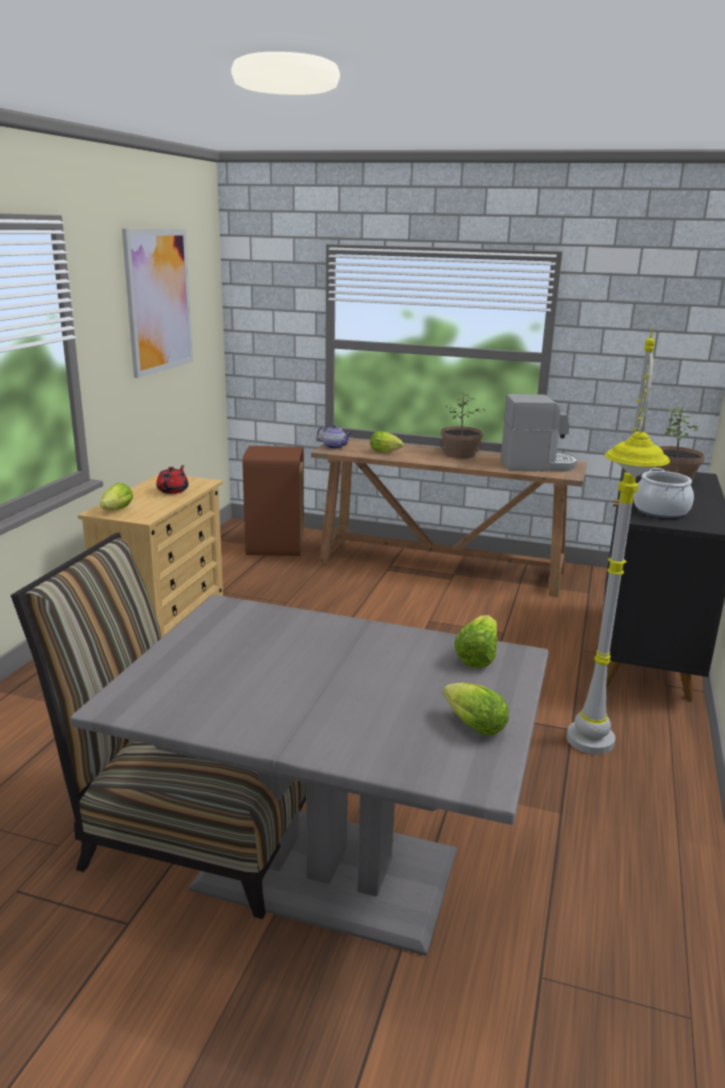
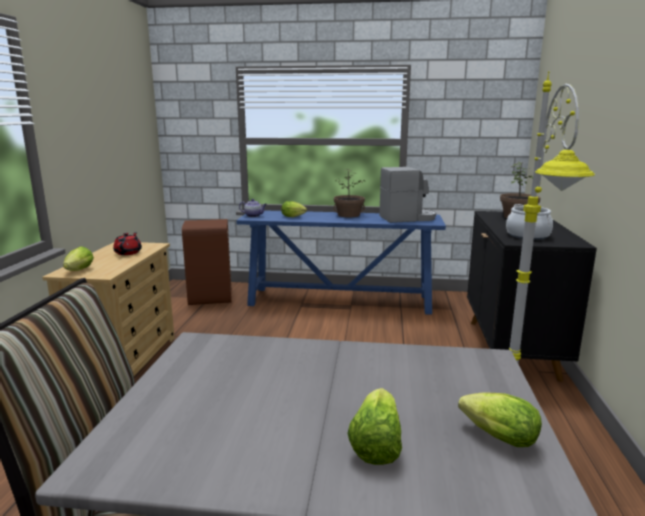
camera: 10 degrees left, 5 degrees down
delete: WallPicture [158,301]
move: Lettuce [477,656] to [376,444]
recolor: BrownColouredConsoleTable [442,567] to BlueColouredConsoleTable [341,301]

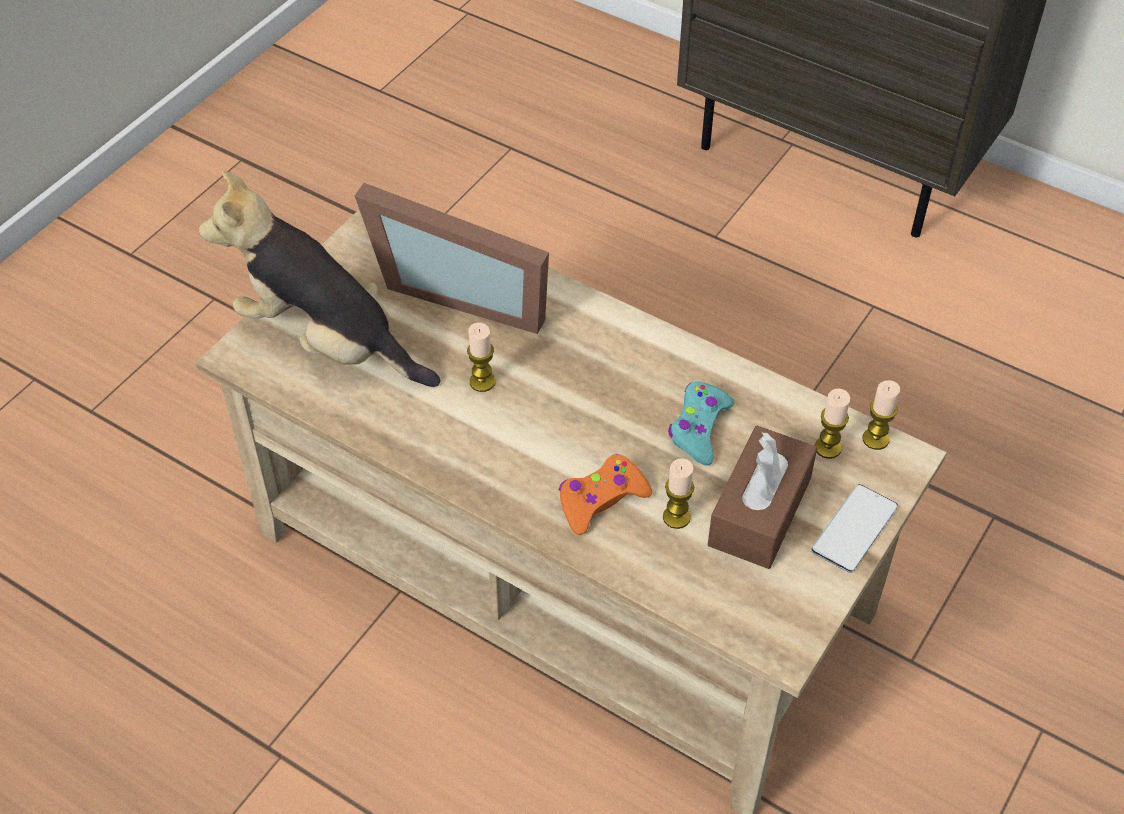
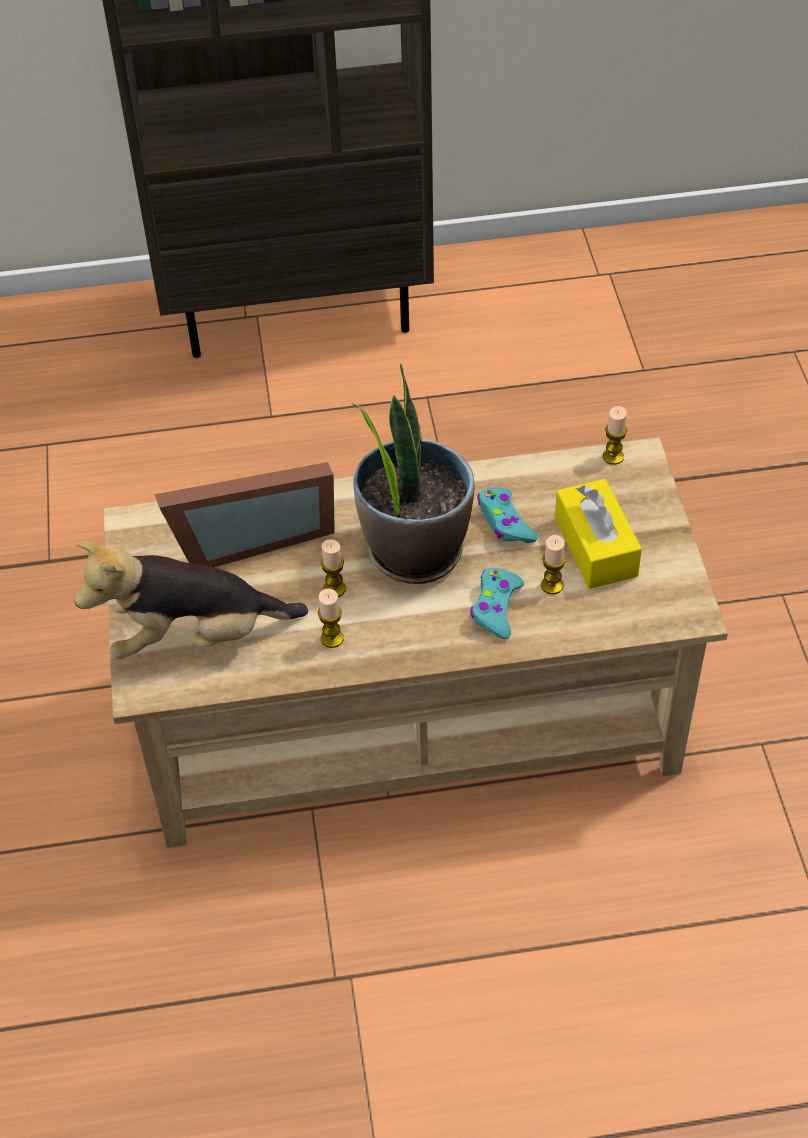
camera: 40 degrees left, 0 degrees up
delete: Telephone [854,529]
insert: Houseplant [414,550]
move: WaxLight [827,448] to [332,638]
recolor: BrownColouredBoxOfTissues [759,512] to YellowishBoxOfTissues [595,547]; OrangeGamepad [601,500] to TurquoiseGamepad [496,608]

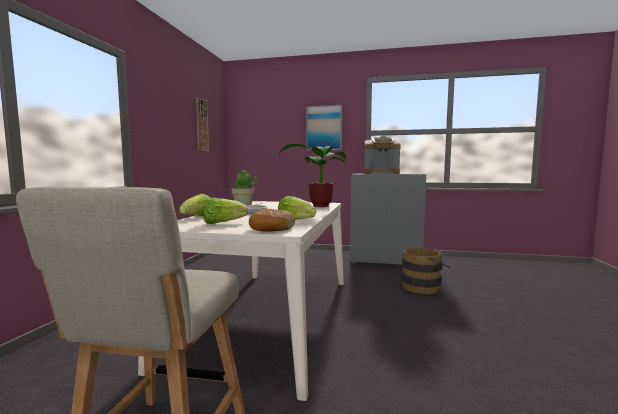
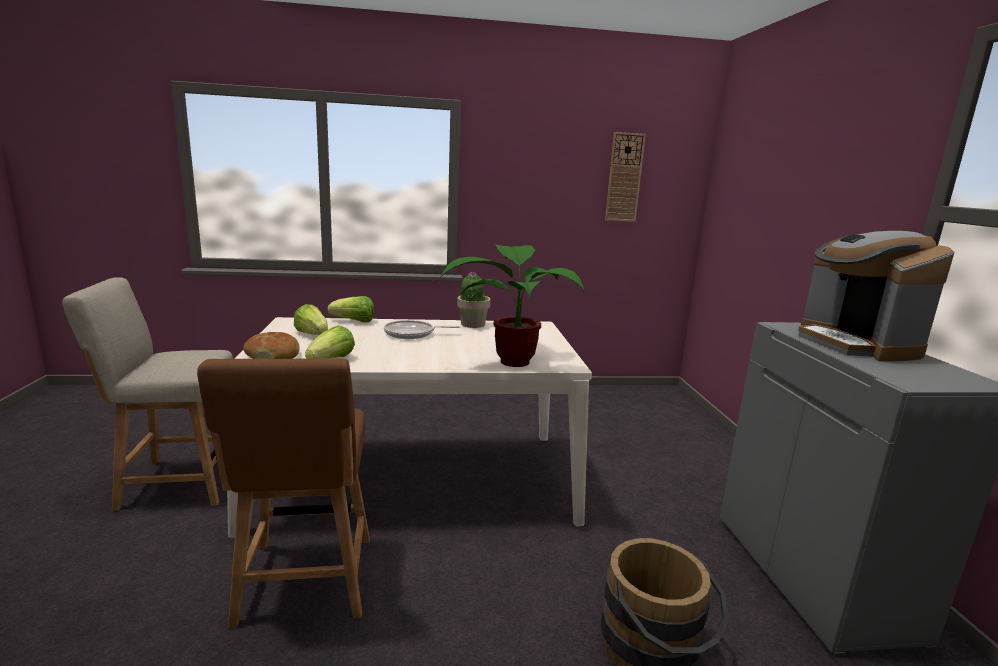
camera: 70 degrees right, 10 degrees up
delete: WallPicture [324,128]
insert: BrownColouredPlainChair [305,584]

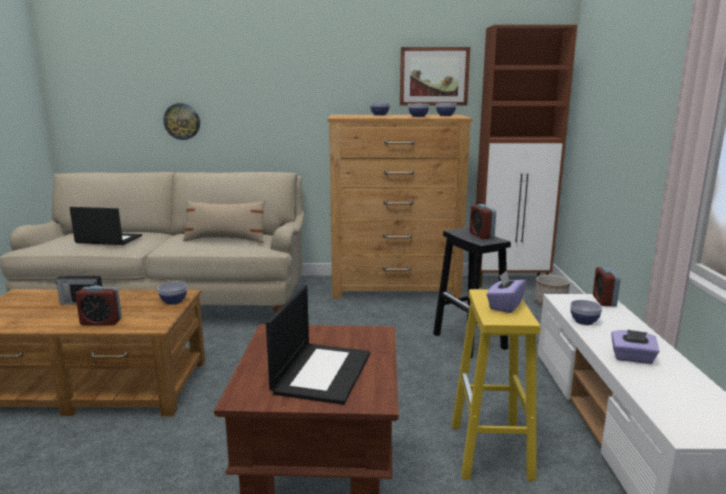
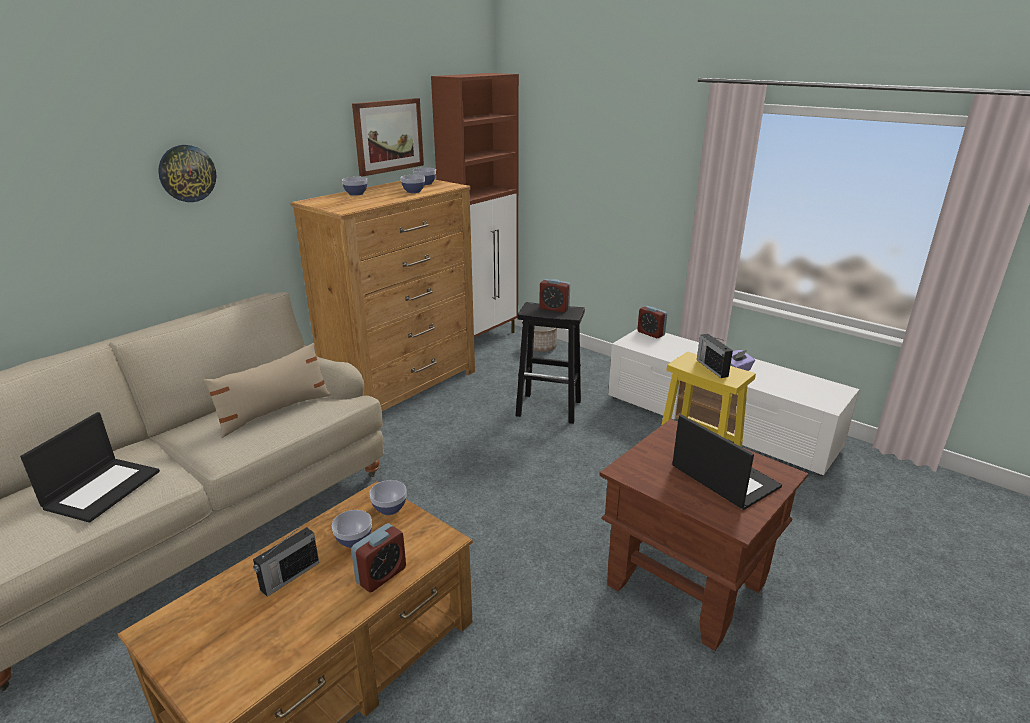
camera: 50 degrees left, 10 degrees up
move: HangingClock [182,121] to [187,173]; ServingBowl [584,321] to [354,540]
replace: PurpleColouredBoxOfTissues [505,305] to RadioReceiver [711,367]
rotate: Laptop [108,240] = [102,489] 150 degrees clockwise

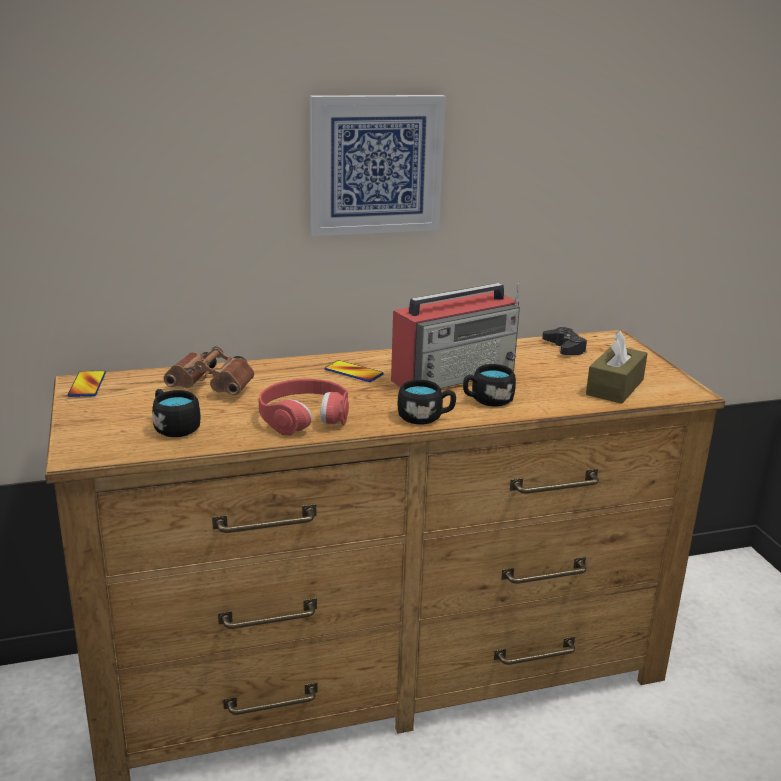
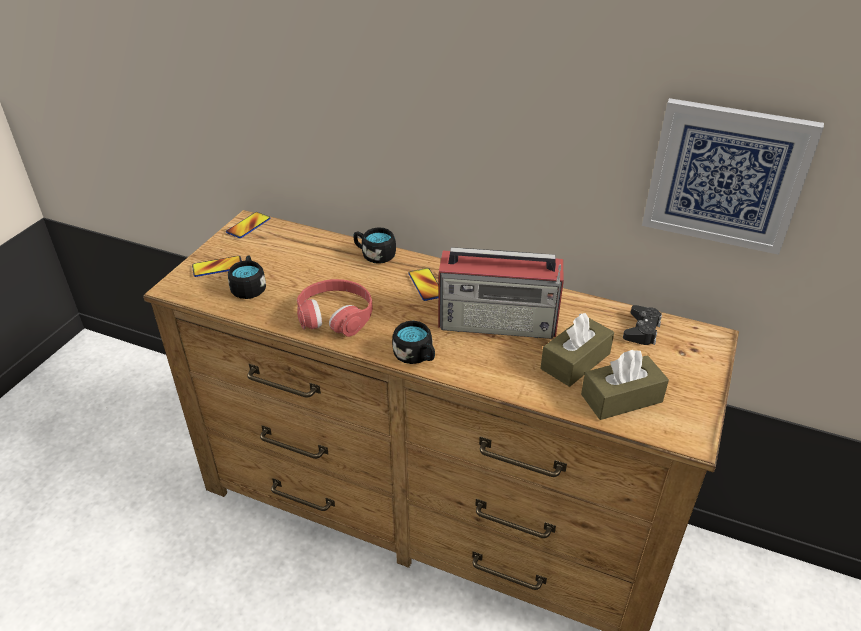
camera: 40 degrees right, 15 degrees up
delete: BrownColouredPairOfBinoculars [214,388]
insert: Telephone [217,267]; BrownColouredBoxOfTissues [575,361]
move: WallPicture [375,164] to [726,176]; BlackColouredTeaMug [487,400] to [374,255]

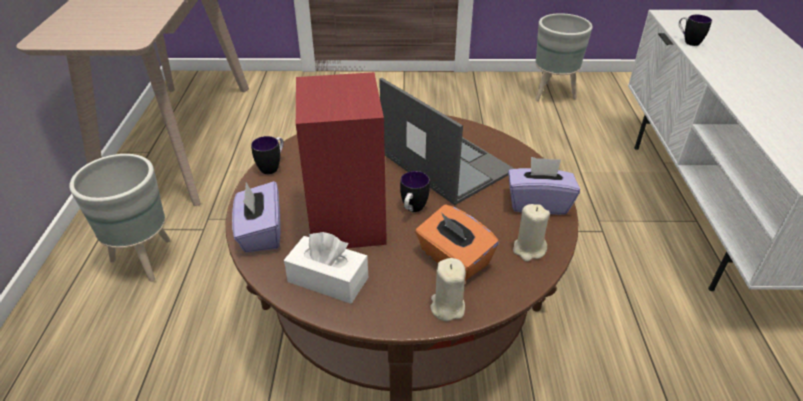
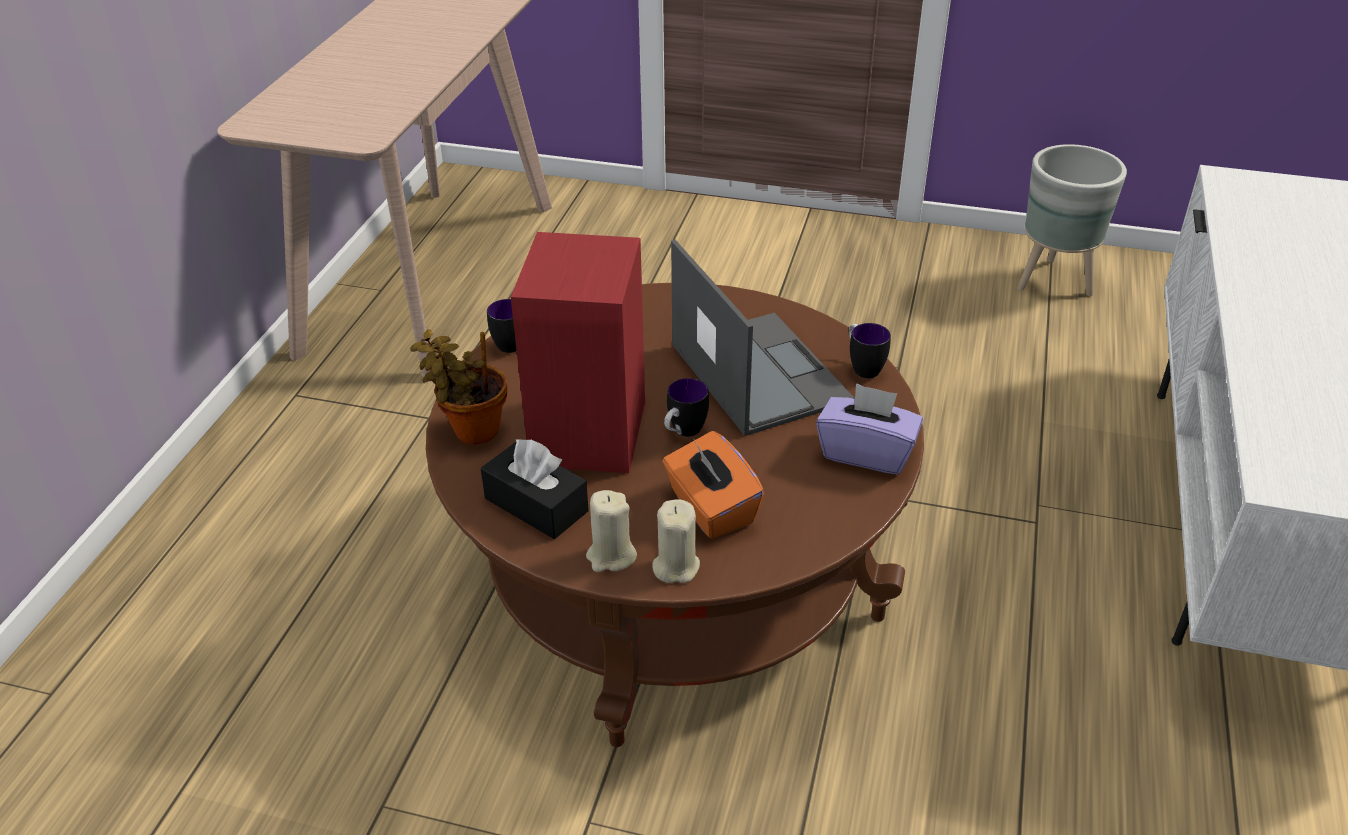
camera: 15 degrees right, 0 degrees up
delete: GreyFlowerPot [144,259]
move: TeaMug [688,41] to [862,367]; SandColouredWaxLight [529,249] to [611,556]
replace: PurpleColouredBoxOfTissues [260,233] to Houseplant [471,430]
recolor: WhitishBoxOfTissues [328,279] to BlackColouredBoxOfTissues [536,505]

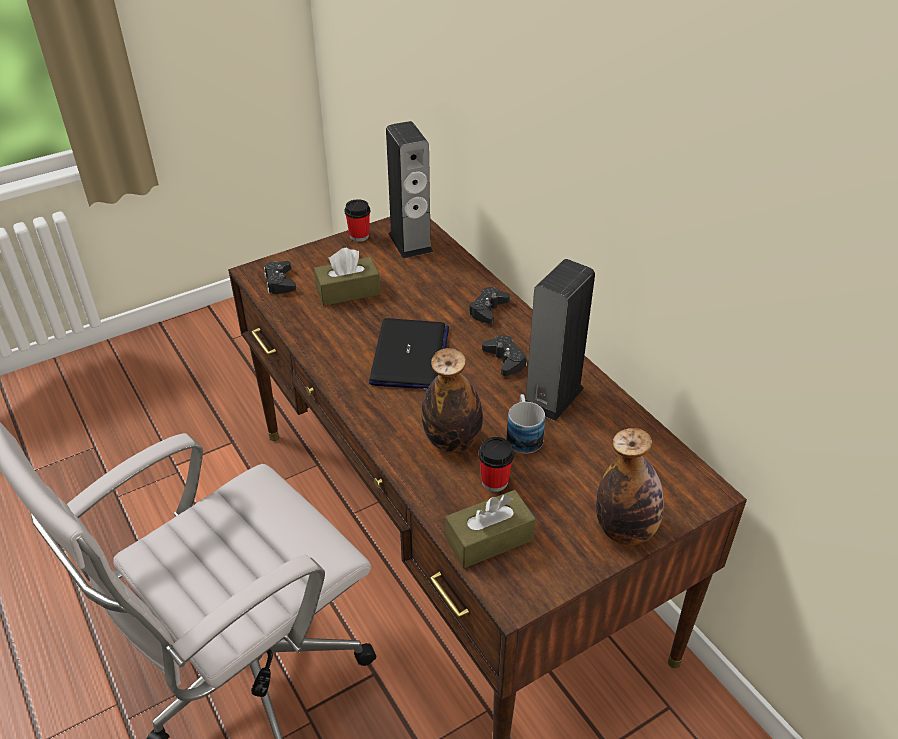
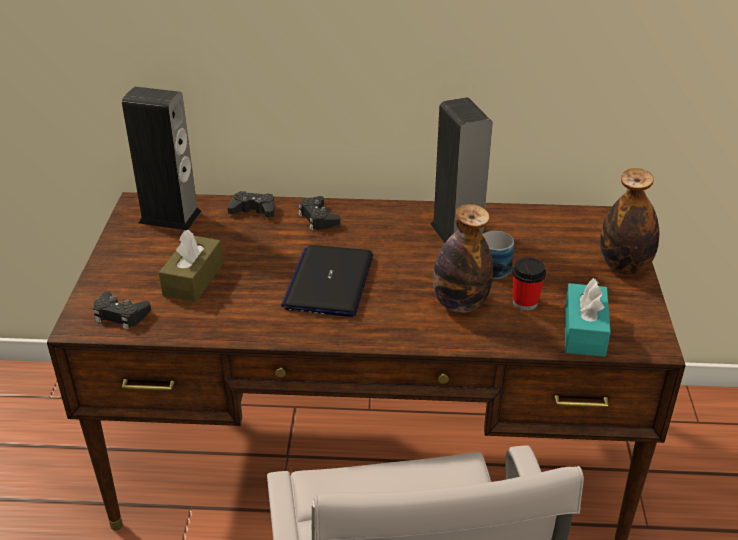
camera: 55 degrees left, 5 degrees down
delete: Cup [359,236]
move: BlackColouredGamepad [505,360] to [253,210]
recolor: BrownColouredBoxOfTissues [489,539] to TurquoiseBoxOfTissues [584,331]
rotate: Laptop [410,356] = [329,282] 120 degrees counterclockwise

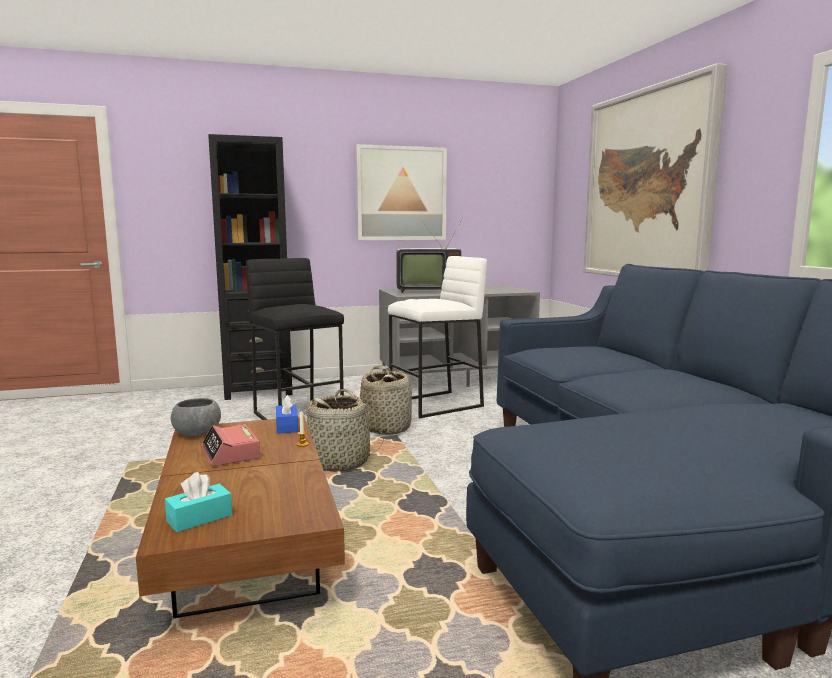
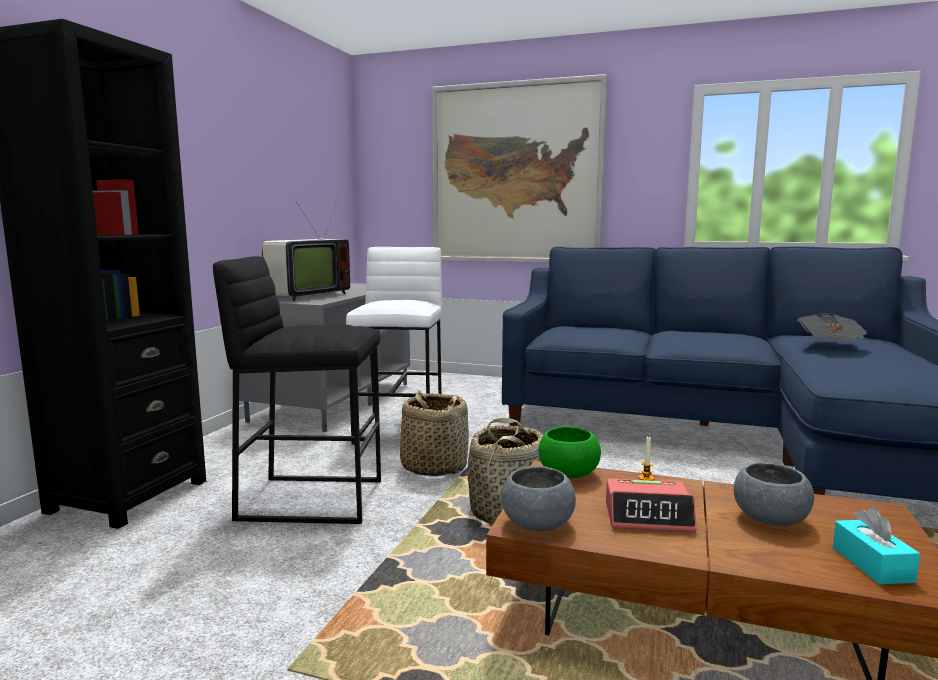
camera: 55 degrees left, 0 degrees up
delete: WallPicture [401,193]
insert: DailyPaper [831,346]; GreyServingBowl [769,519]
replace: BlueColouredBoxOfTissues [287,426] to GreenServingBowl [568,473]

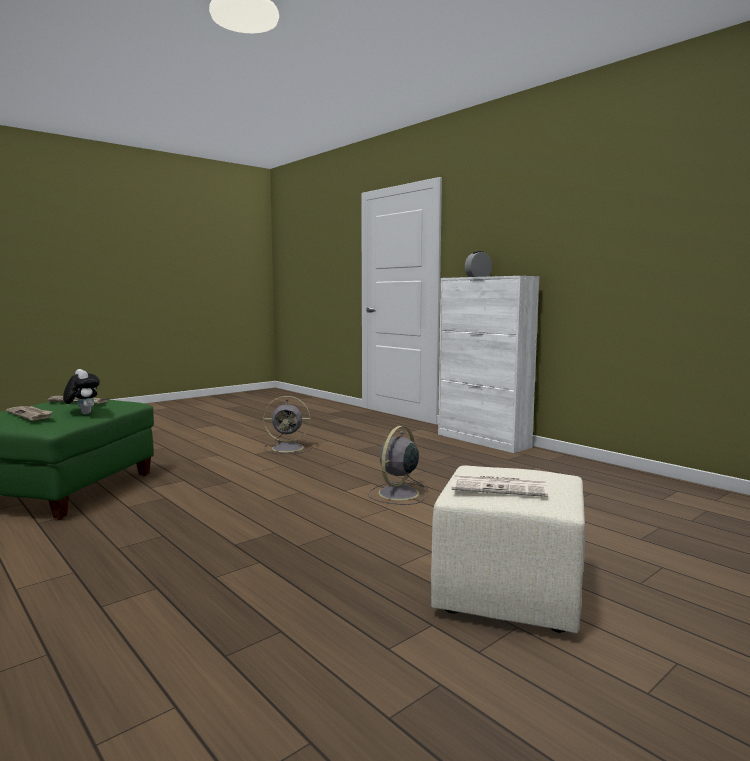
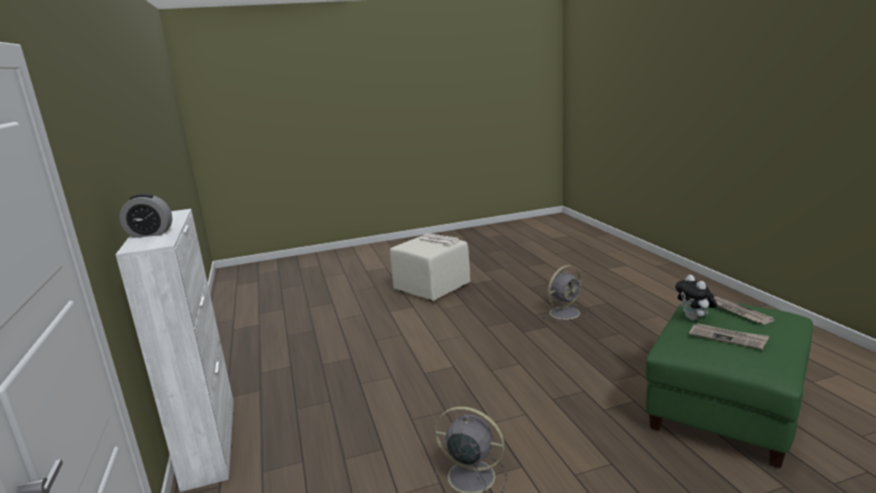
camera: 155 degrees left, 10 degrees up
move: GreyElectricFan [397,494] to [565,312]

